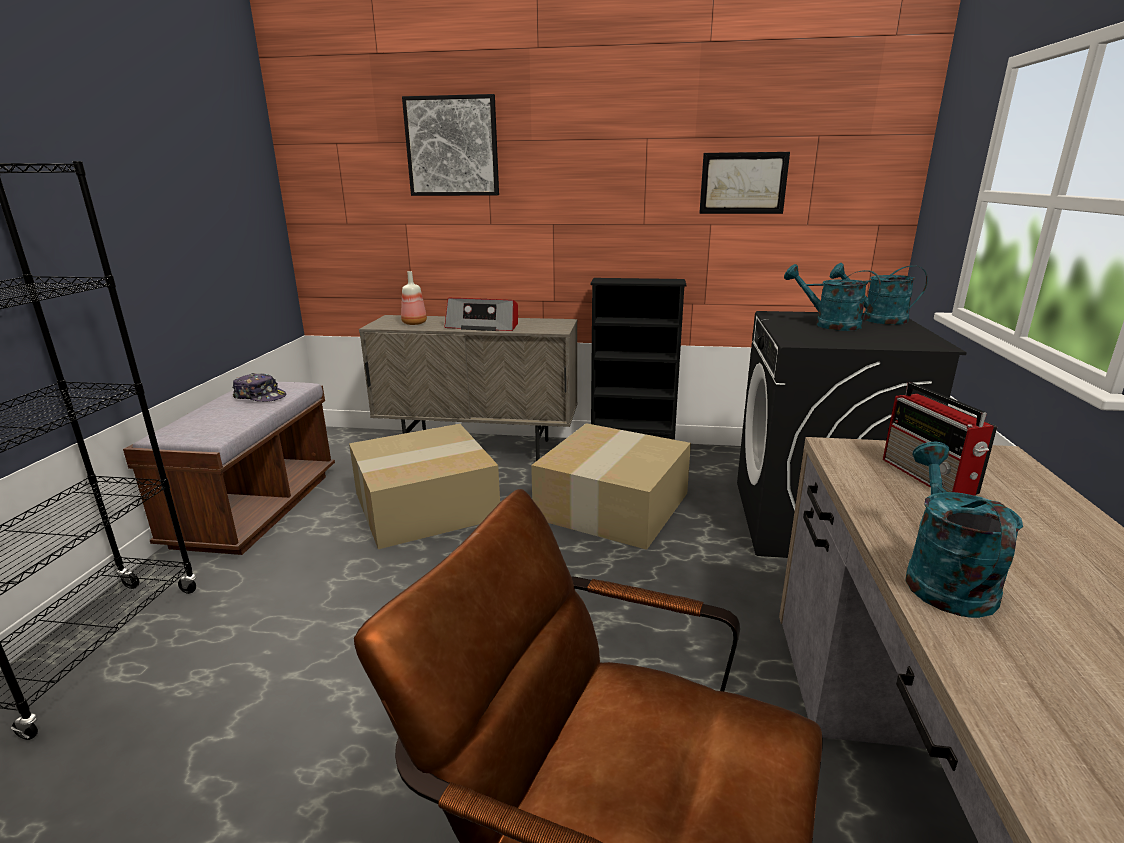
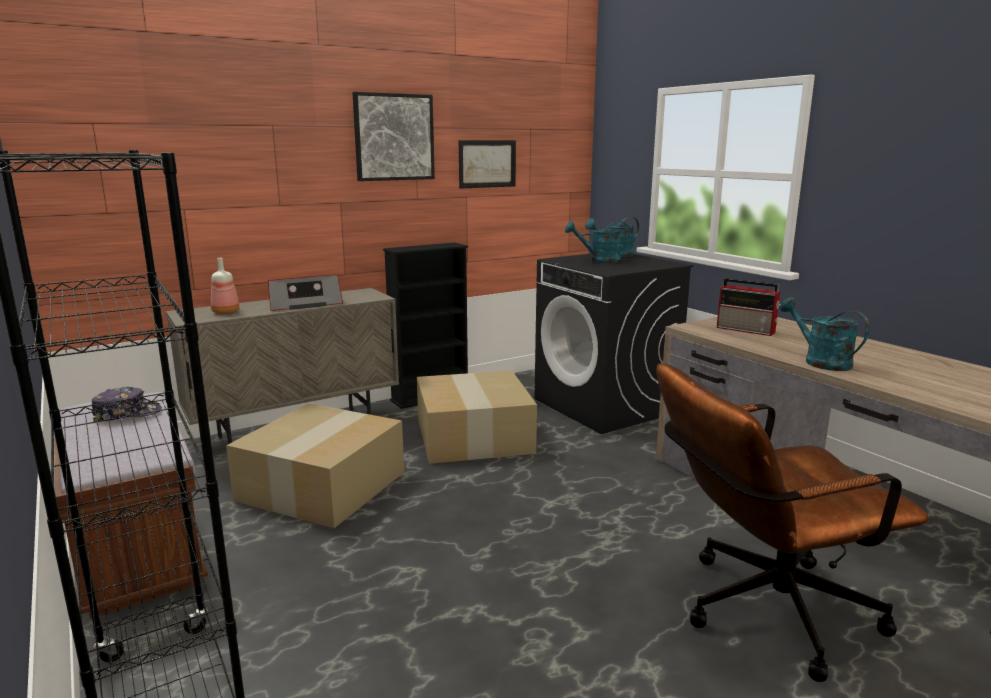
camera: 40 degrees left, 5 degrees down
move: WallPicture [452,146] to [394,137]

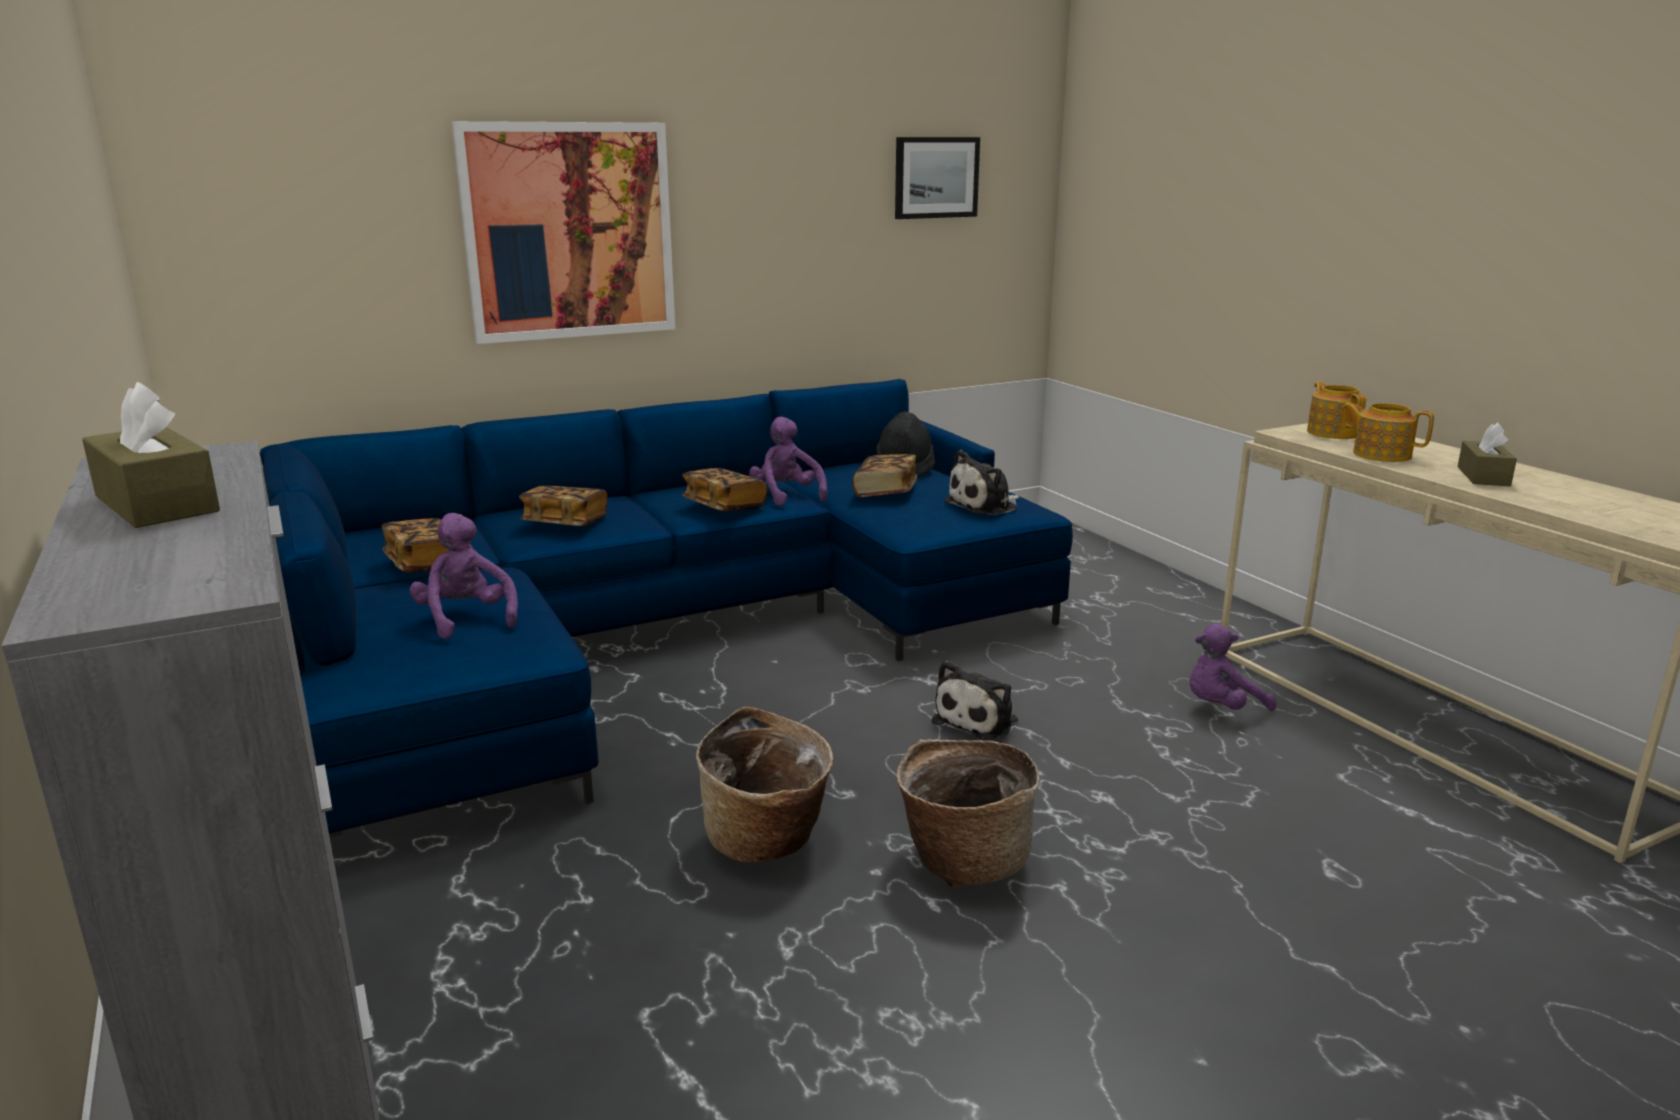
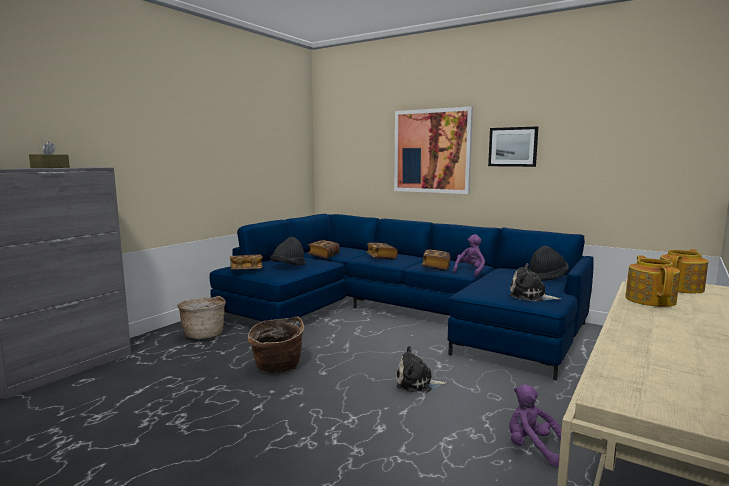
camera: 60 degrees right, 10 degrees down
delete: BrownColouredBoxOfTissues [1483,476]
move: WallPicture [936,177] to [513,147]; Book [885,492] to [246,270]; StorageBasket [962,860] to [204,334]
replace: PurpleColouredSoftToy [466,619] to BlackColouredWearableHat [288,267]

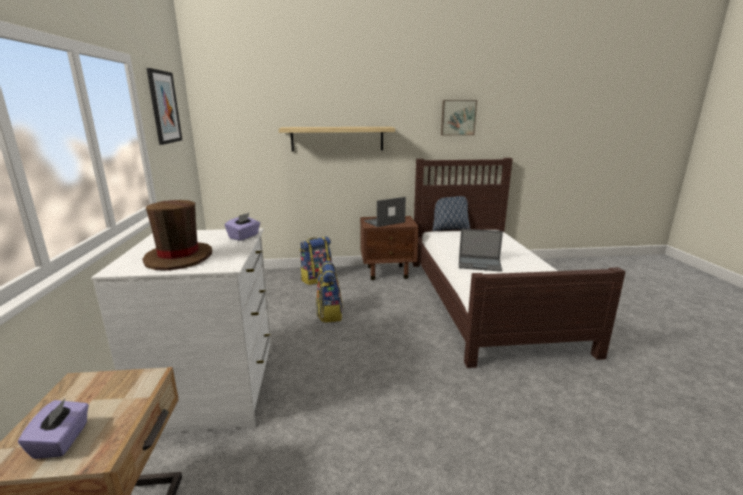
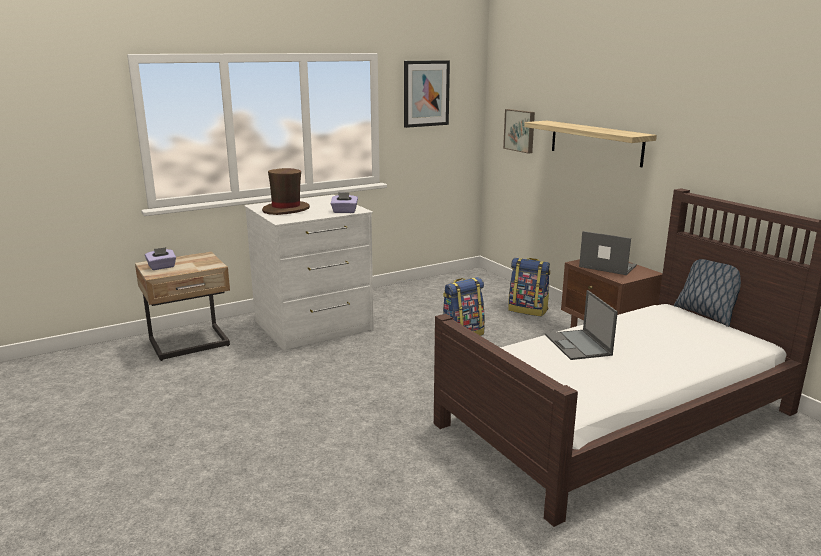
camera: 65 degrees right, 0 degrees up
move: WallPicture [458,117] to [520,130]

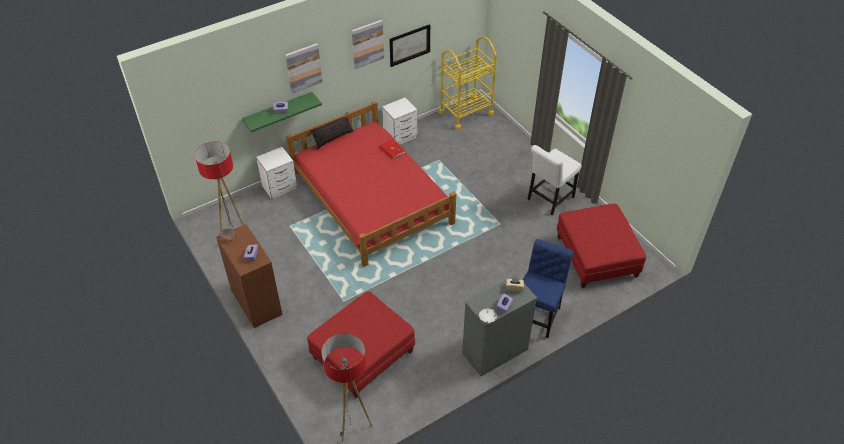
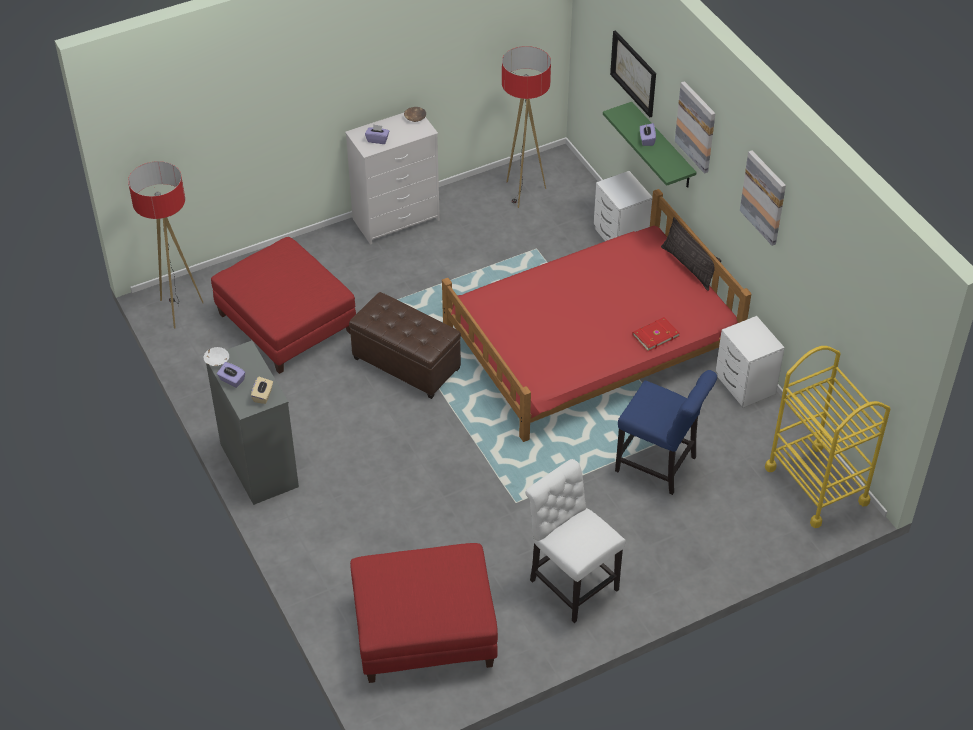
camera: 95 degrees right, 0 degrees up
insert: BrownColouredOttoman [406,363]
move: WallPicture [409,45] to [634,73]; BlueColouredPlainChair [538,314] to [660,466]
recolor: BrownColouredChestOfDrawers [256,302] to WhitishChestOfDrawers [396,219]

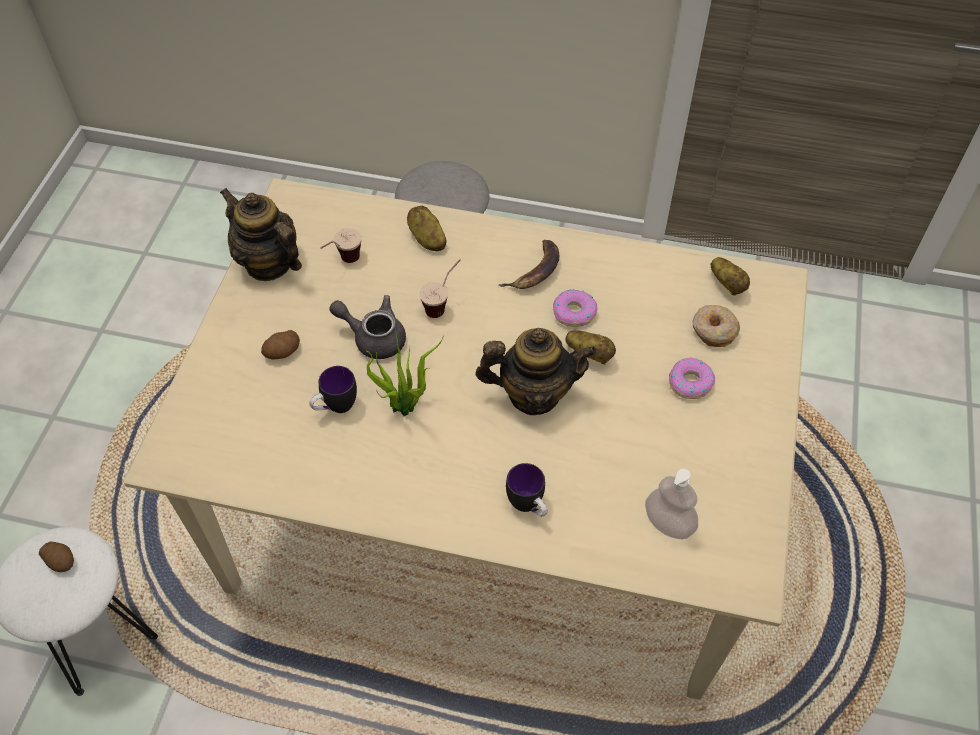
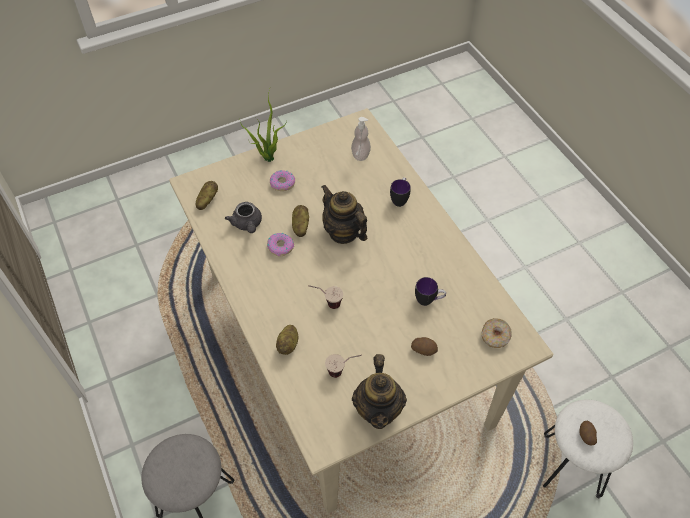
camera: 130 degrees left, 0 degrees up
delete: WholeBanana [535,271]
move: GreyTeaPot [373,337] to [247,224]; Donut [713,330] to [495,336]; Houseplant [407,407] to [267,156]

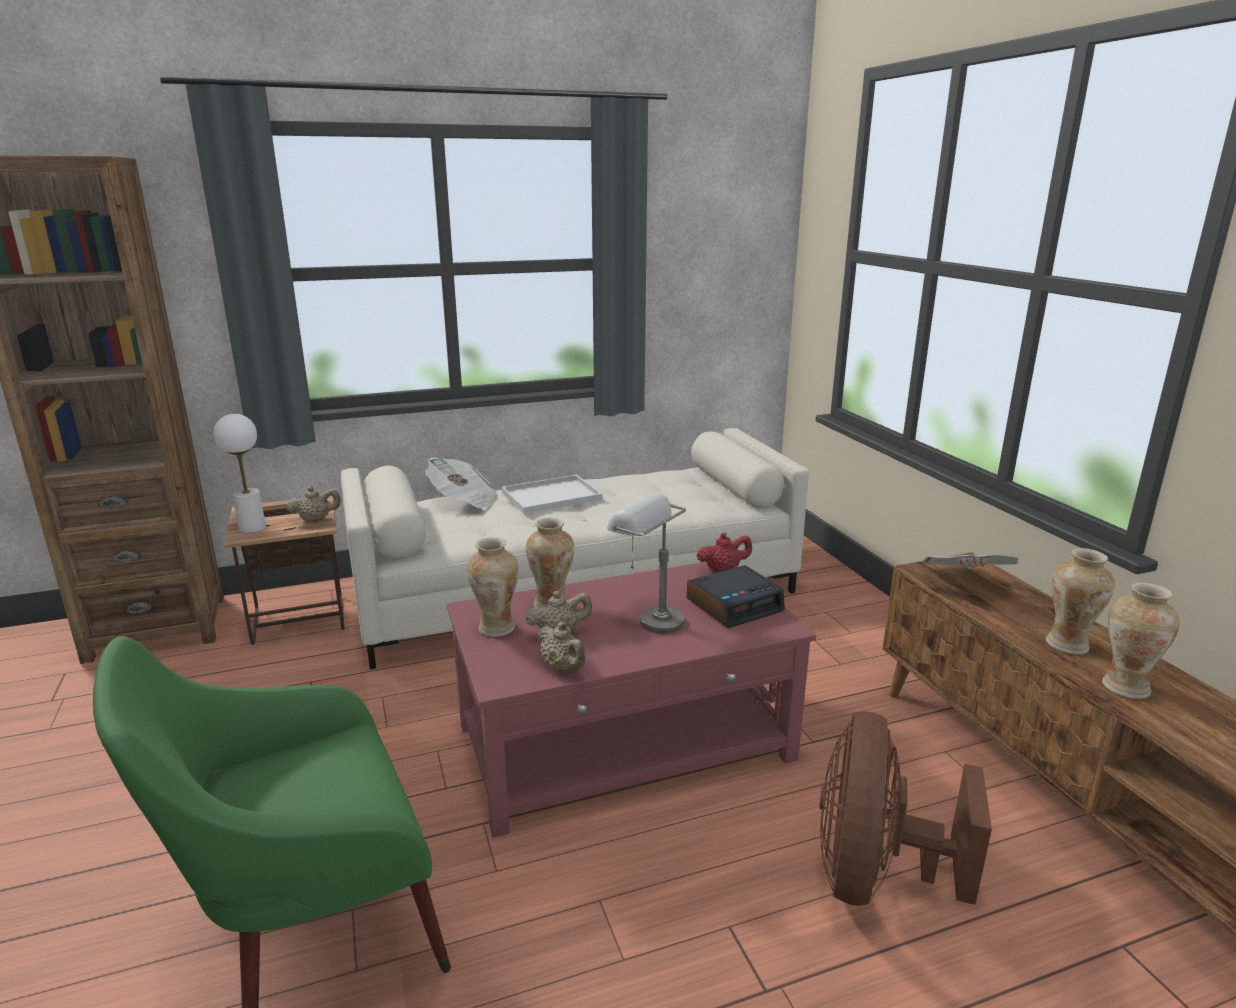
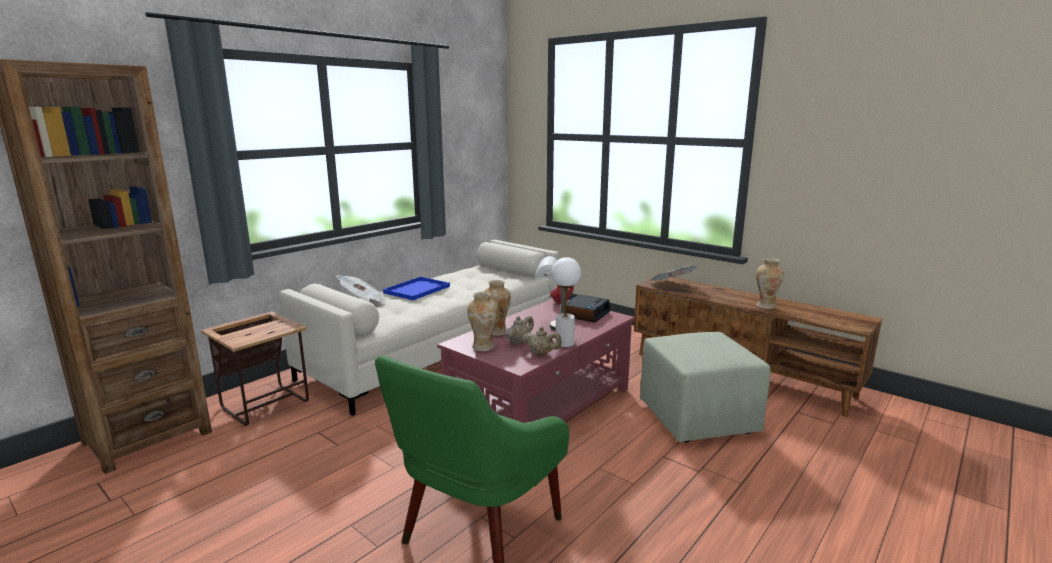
camera: 30 degrees left, 5 degrees down
delete: SandColouredTeaPot [316,520]; Vase [1068,645]
move: WhitishTabletopLamp [252,528] to [564,343]
replace: BrownColouredElectricFan [874,875] to GreenOttoman [698,419]
recolor: WhitishTray [552,495] to BlueColouredTray [417,289]

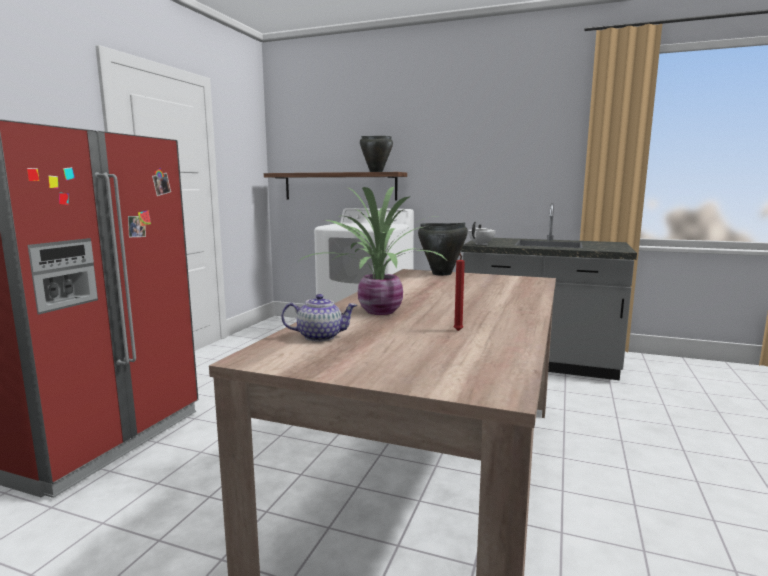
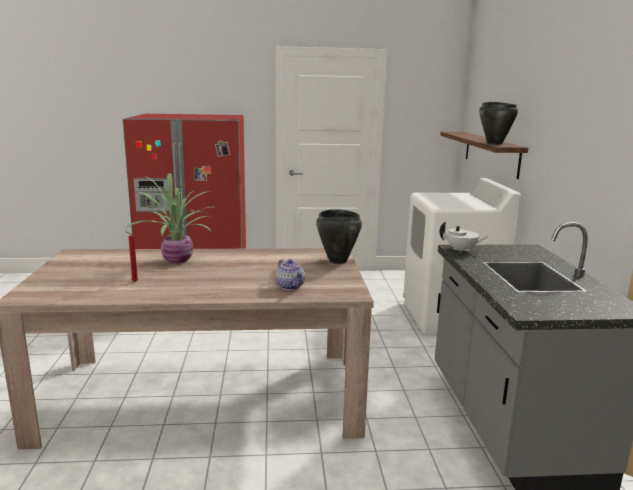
camera: 65 degrees right, 5 degrees up
move: TeaPot [320,336] to [290,286]

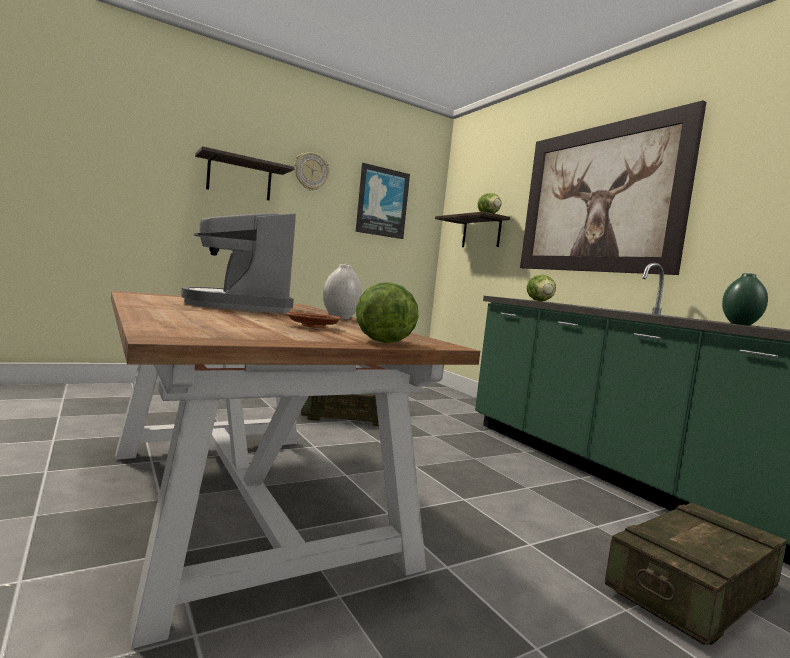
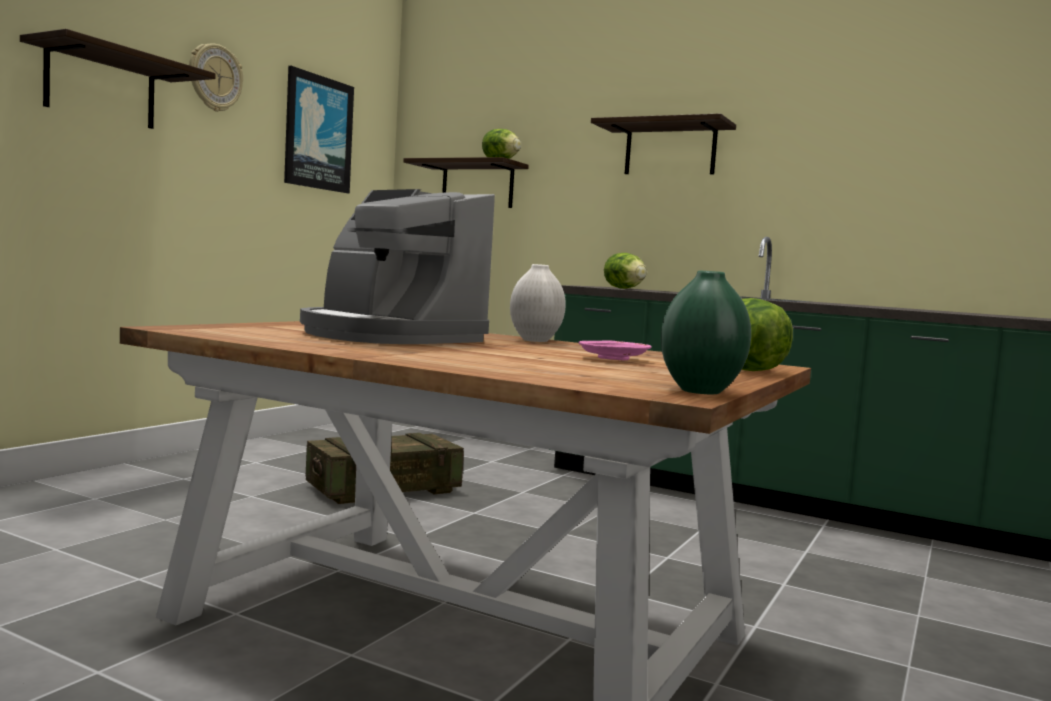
camera: 30 degrees left, 0 degrees up
delete: PackingCrate [692,592]
move: GreenVase [739,324] to [699,391]
replace: WallPicture [599,199] to WallShelf [670,150]
recolor: BrownColouredDinnerPlate [313,327] to PinkDinnerPlate [614,359]

